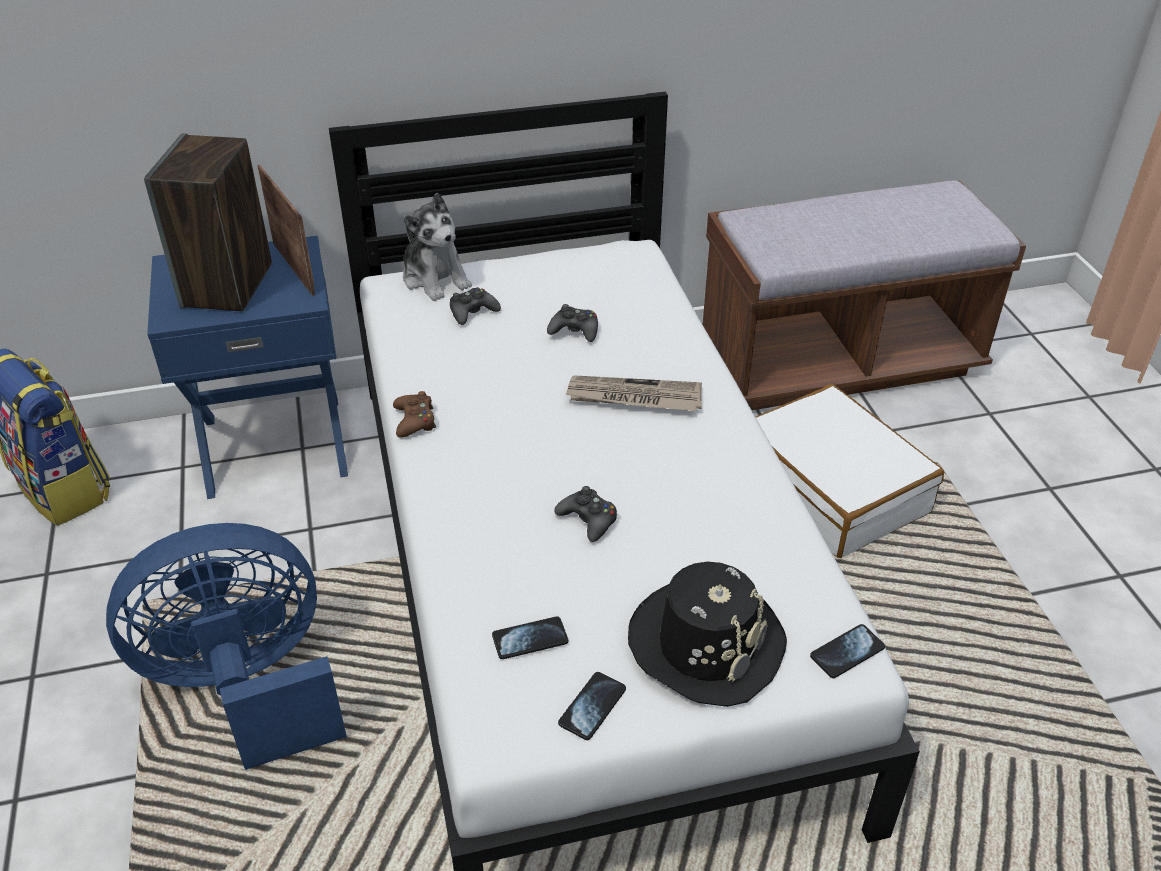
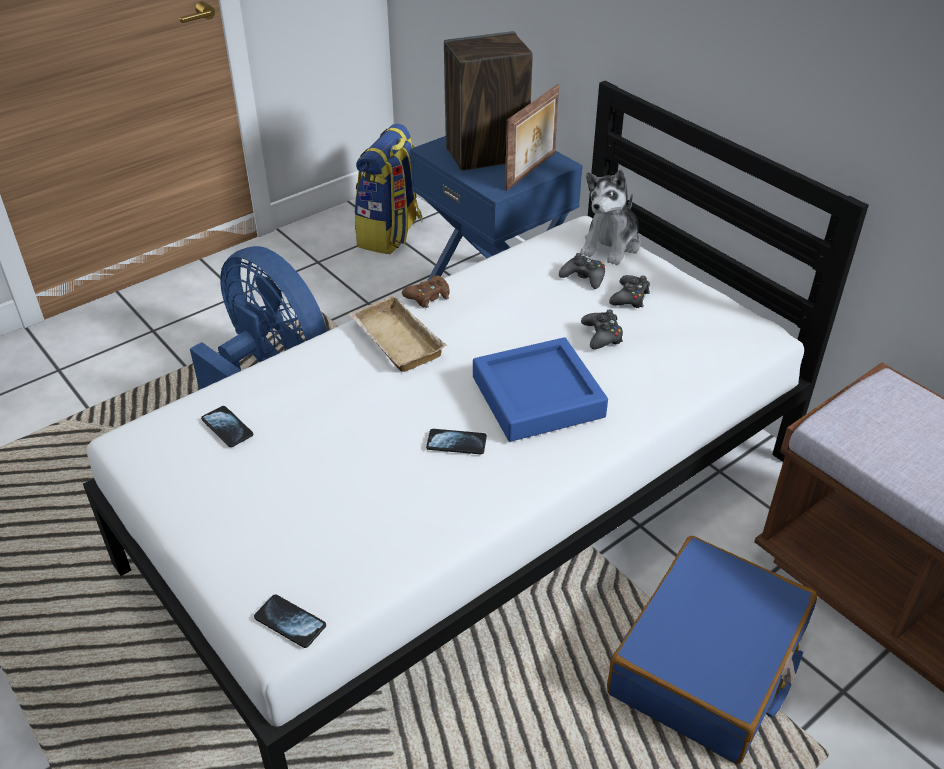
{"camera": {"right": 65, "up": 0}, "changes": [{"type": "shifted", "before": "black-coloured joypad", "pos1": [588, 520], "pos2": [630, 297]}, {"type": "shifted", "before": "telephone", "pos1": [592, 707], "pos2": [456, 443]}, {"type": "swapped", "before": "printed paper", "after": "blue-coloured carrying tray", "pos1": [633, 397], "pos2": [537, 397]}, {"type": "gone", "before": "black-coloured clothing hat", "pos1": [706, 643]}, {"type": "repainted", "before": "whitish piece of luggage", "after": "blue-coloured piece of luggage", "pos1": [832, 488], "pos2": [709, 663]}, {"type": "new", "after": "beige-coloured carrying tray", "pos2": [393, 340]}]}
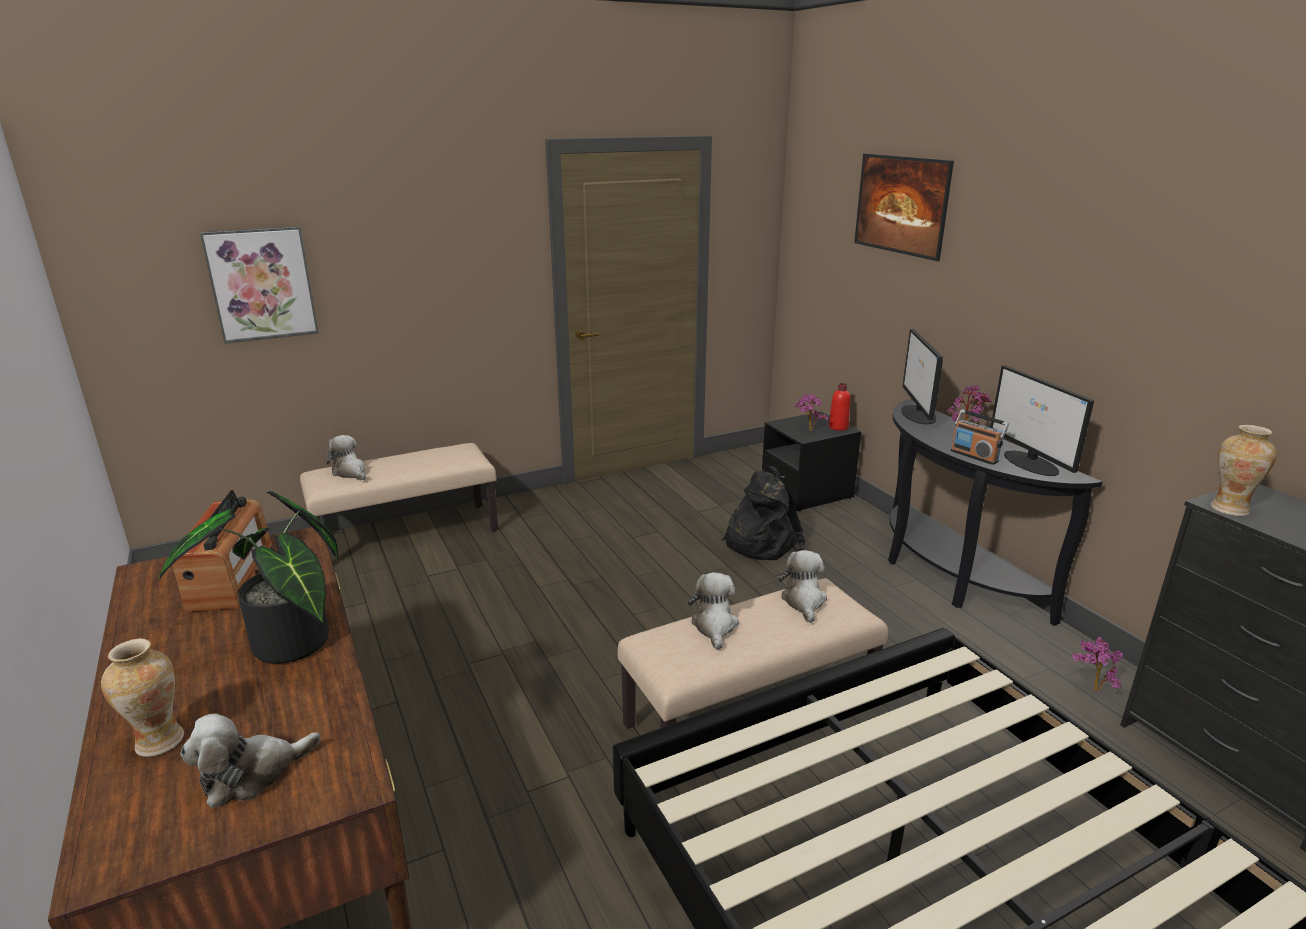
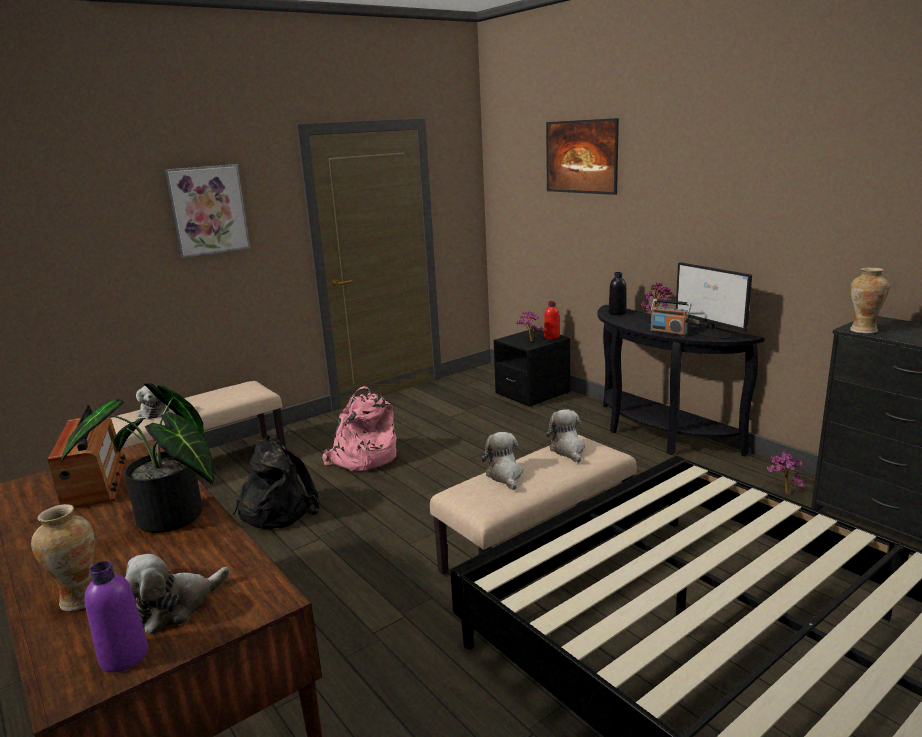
{"camera": {"right": -10, "up": -5}, "changes": [{"type": "shifted", "before": "wall picture", "pos1": [261, 284], "pos2": [208, 210]}, {"type": "rotated", "before": "plush toy", "pos1": [350, 472], "pos2": [153, 412], "turn": -150}, {"type": "shifted", "before": "black-coloured backpack", "pos1": [759, 542], "pos2": [277, 510]}, {"type": "swapped", "before": "computer screen", "after": "black-coloured beverage bottle", "pos1": [918, 414], "pos2": [617, 313]}, {"type": "new", "after": "purplish beverage bottle", "pos2": [124, 656]}, {"type": "new", "after": "pinkish backpack", "pos2": [362, 458]}]}
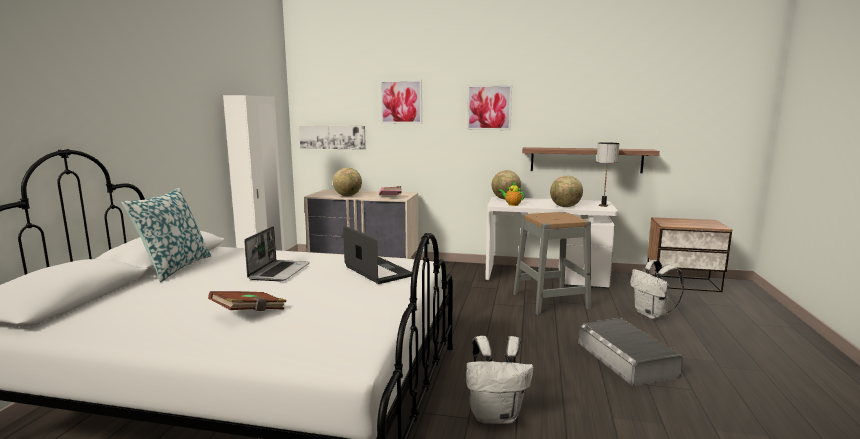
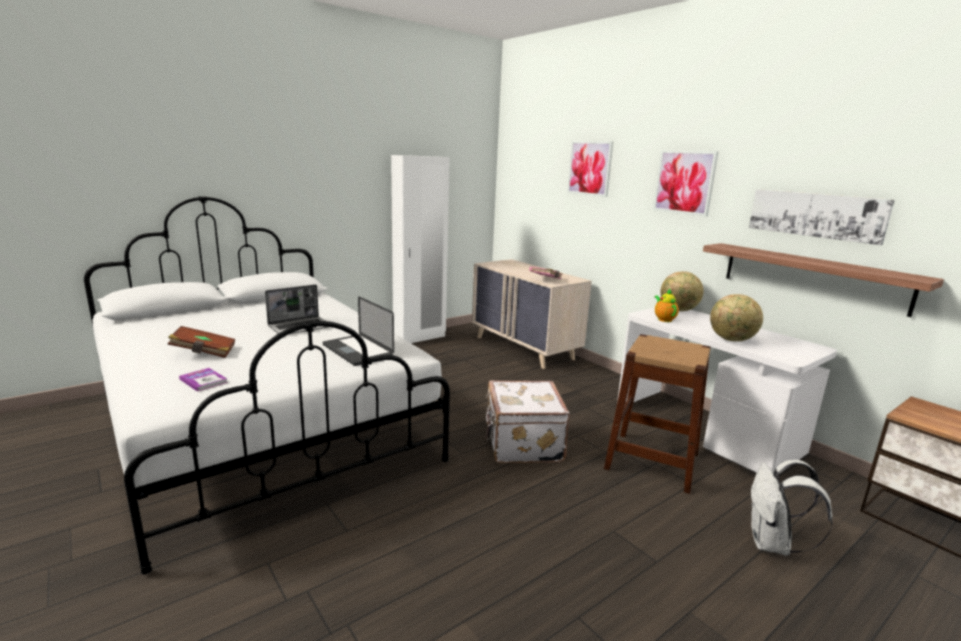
{"camera": {"right": 40, "up": 5}, "changes": [{"type": "gone", "before": "pillow", "pos1": [174, 268]}, {"type": "shifted", "before": "wall picture", "pos1": [332, 137], "pos2": [815, 215]}, {"type": "gone", "before": "world globe", "pos1": [348, 196]}, {"type": "rotated", "before": "portable computer", "pos1": [378, 271], "pos2": [357, 351], "turn": 135}, {"type": "gone", "before": "whitish backpack", "pos1": [496, 415]}, {"type": "repainted", "before": "grey stool", "after": "brown-coloured stool", "pos1": [550, 301], "pos2": [652, 461]}, {"type": "gone", "before": "grey storage container", "pos1": [626, 359]}, {"type": "gone", "before": "tabletop lamp", "pos1": [603, 205]}, {"type": "new", "after": "bound book", "pos2": [203, 380]}, {"type": "new", "after": "whitish piece of luggage", "pos2": [522, 444]}]}
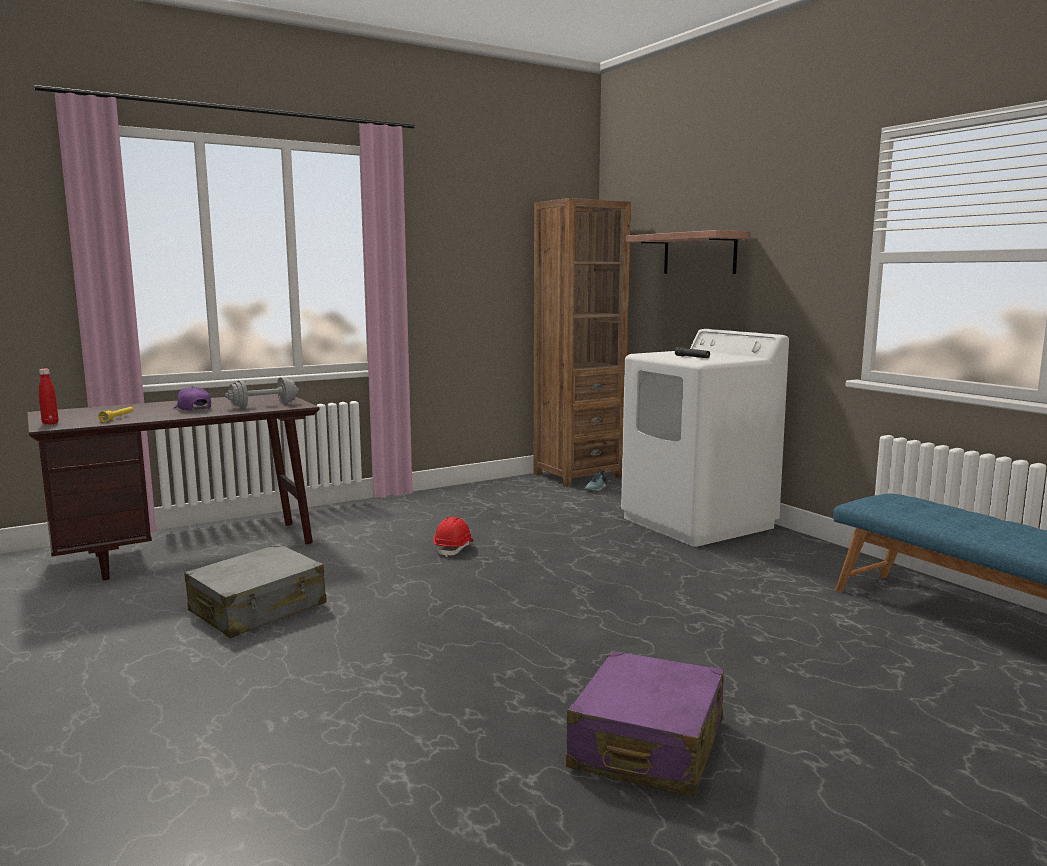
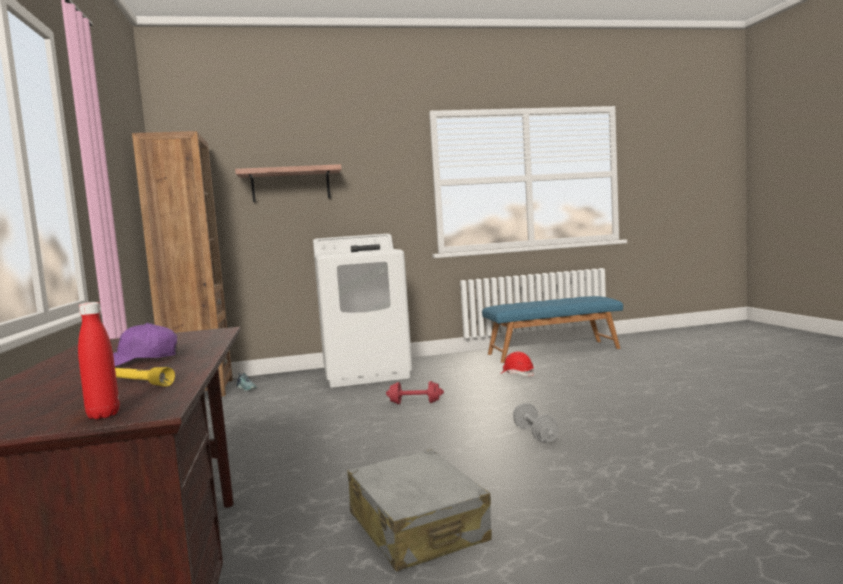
{"camera": {"right": -70, "up": -5}, "changes": [{"type": "shifted", "before": "grey dumbbell", "pos1": [263, 405], "pos2": [535, 434]}, {"type": "shifted", "before": "red work helmet", "pos1": [454, 548], "pos2": [517, 374]}, {"type": "gone", "before": "purplish piece of luggage", "pos1": [647, 746]}, {"type": "new", "after": "red dumbbell", "pos2": [415, 403]}]}
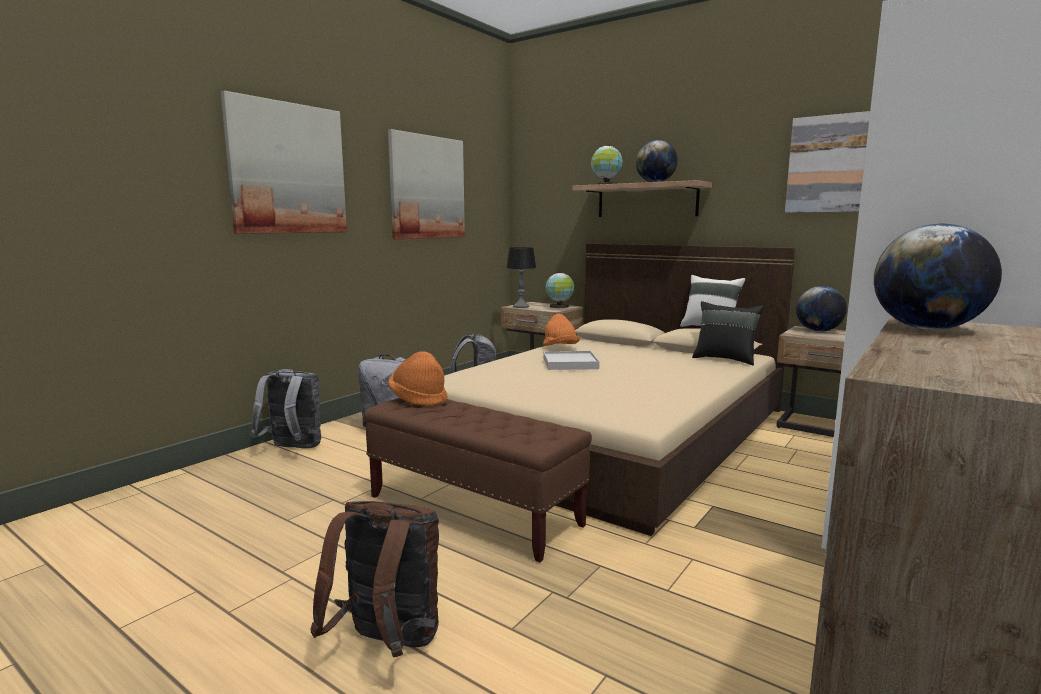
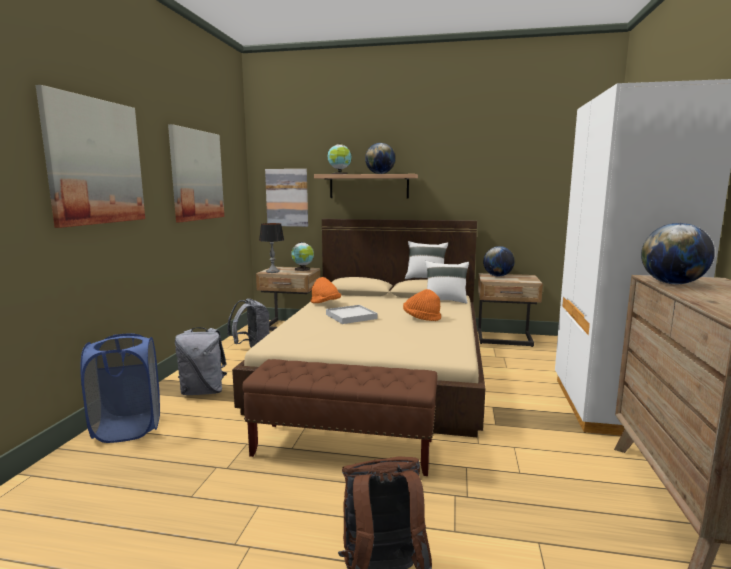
{"camera": {"right": -25, "up": 0}, "changes": [{"type": "swapped", "before": "grey backpack", "after": "blue-coloured hamper", "pos1": [292, 449], "pos2": [127, 428]}, {"type": "shifted", "before": "orange-coloured clothing hat", "pos1": [419, 399], "pos2": [421, 318]}, {"type": "repainted", "before": "black-coloured pillow", "after": "whitish pillow", "pos1": [725, 359], "pos2": [445, 301]}, {"type": "shifted", "before": "wall picture", "pos1": [827, 164], "pos2": [287, 197]}]}
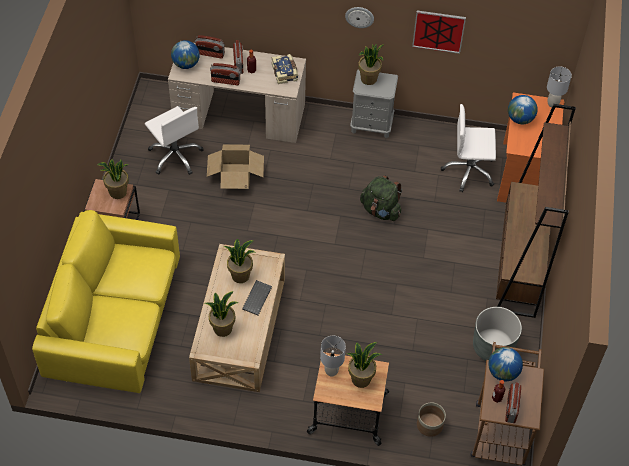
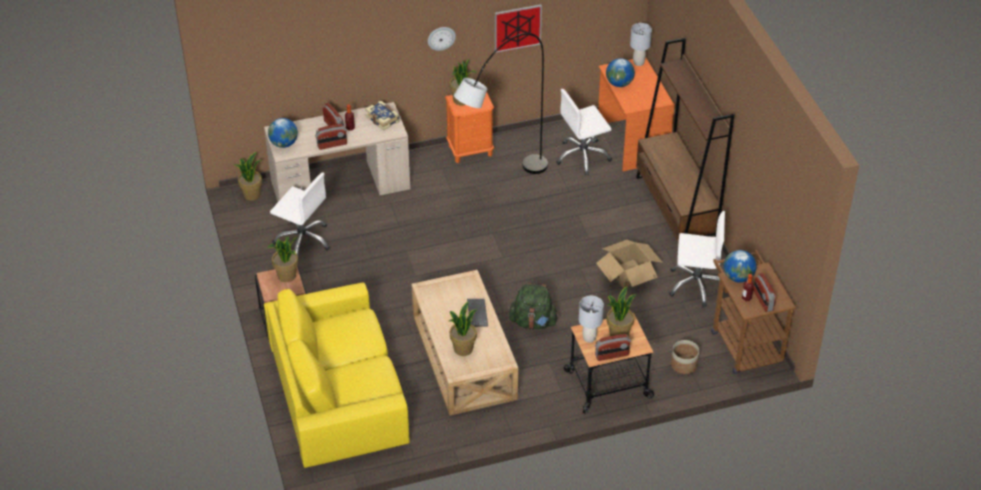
{"camera": {"right": -25, "up": -10}, "changes": [{"type": "shifted", "before": "radio receiver", "pos1": [210, 54], "pos2": [612, 355]}, {"type": "shifted", "before": "carton", "pos1": [235, 175], "pos2": [628, 273]}, {"type": "shifted", "before": "potted plant", "pos1": [240, 275], "pos2": [252, 194]}, {"type": "repainted", "before": "grey night table", "after": "orange-coloured night table", "pos1": [372, 125], "pos2": [470, 150]}, {"type": "shifted", "before": "green-coloured backpack", "pos1": [380, 210], "pos2": [533, 322]}, {"type": "swapped", "before": "grey plant pot", "after": "whitish office chair", "pos1": [492, 347], "pos2": [696, 284]}, {"type": "new", "after": "grey floor lamp", "pos2": [500, 188]}]}
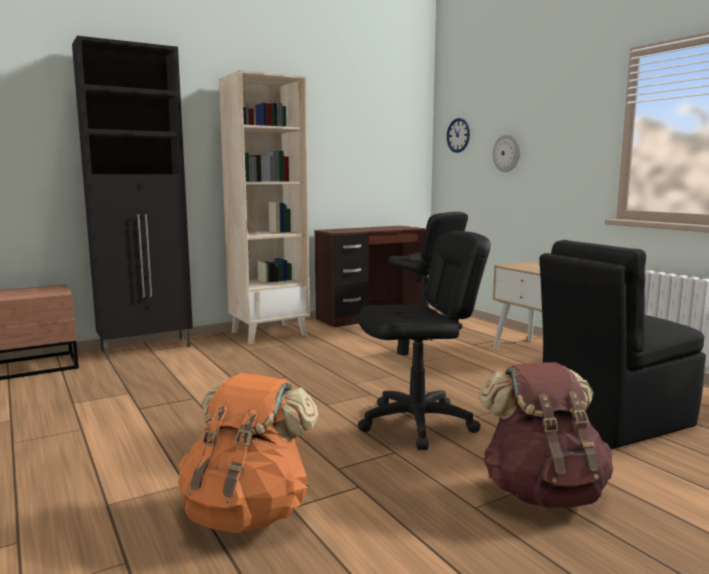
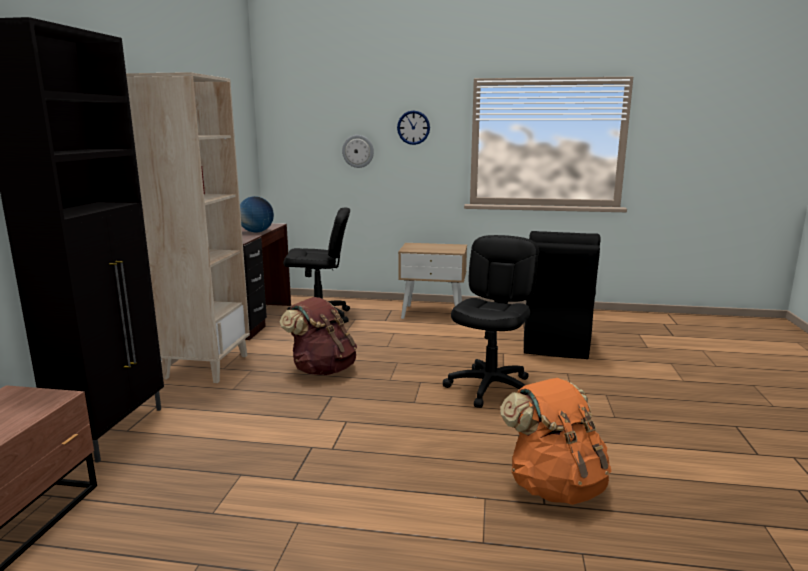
{"camera": {"right": -50, "up": 5}, "changes": [{"type": "shifted", "before": "hanging clock", "pos1": [458, 135], "pos2": [413, 127]}, {"type": "shifted", "before": "brown-coloured backpack", "pos1": [542, 492], "pos2": [322, 369]}, {"type": "new", "after": "world globe", "pos2": [256, 232]}]}
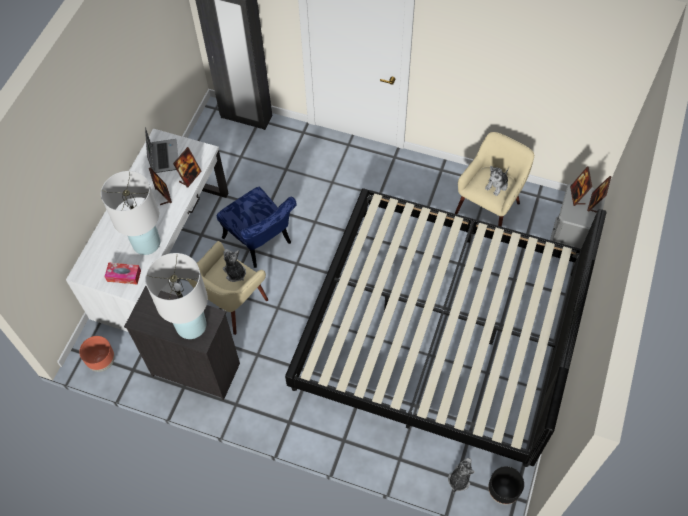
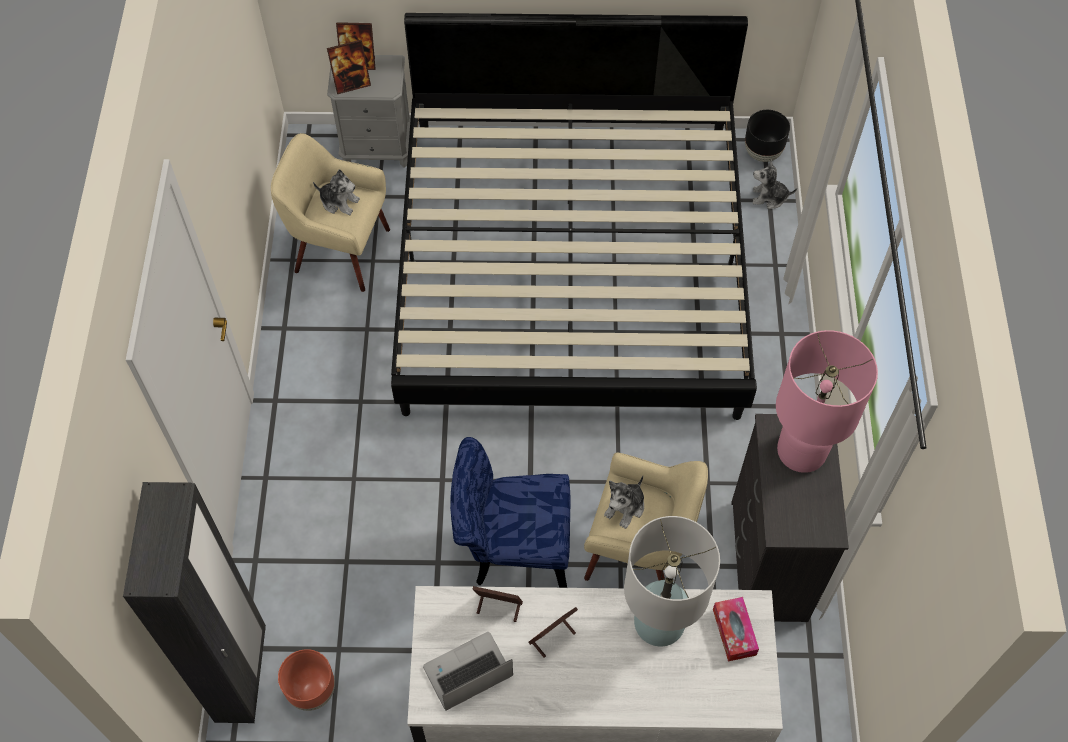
{"camera": {"right": -110, "up": 0}, "changes": [{"type": "shifted", "before": "brown-coloured plant pot", "pos1": [102, 362], "pos2": [312, 691]}, {"type": "repainted", "before": "whitish tabletop lamp", "after": "pinkish tabletop lamp", "pos1": [191, 325], "pos2": [801, 451]}, {"type": "rotated", "before": "blue-coloured plain chair", "pos1": [261, 243], "pos2": [511, 547], "turn": -120}]}
